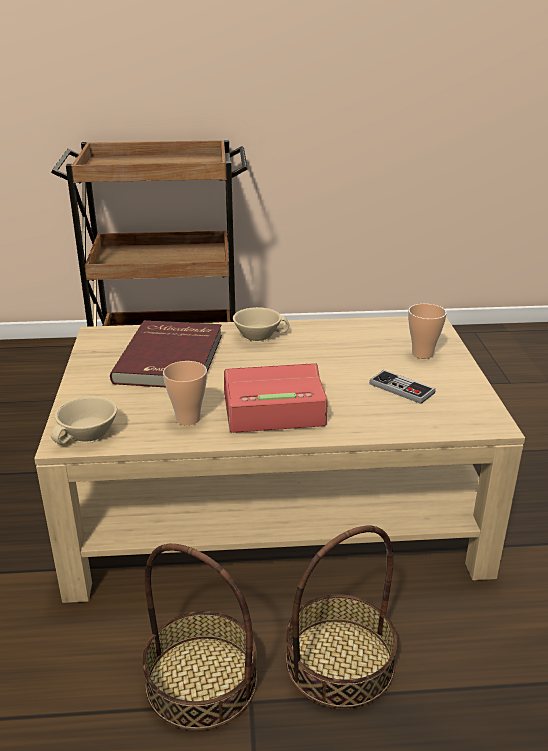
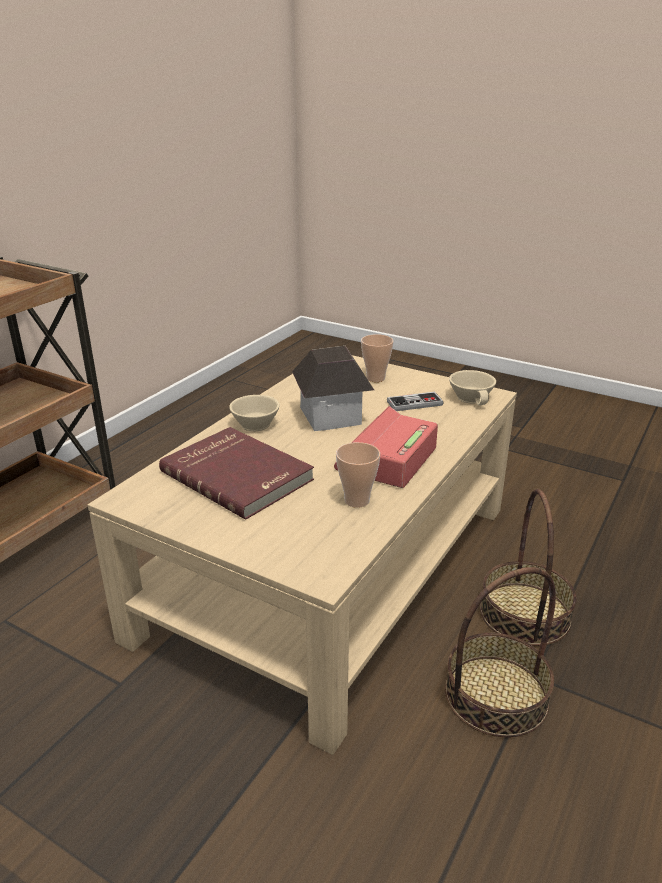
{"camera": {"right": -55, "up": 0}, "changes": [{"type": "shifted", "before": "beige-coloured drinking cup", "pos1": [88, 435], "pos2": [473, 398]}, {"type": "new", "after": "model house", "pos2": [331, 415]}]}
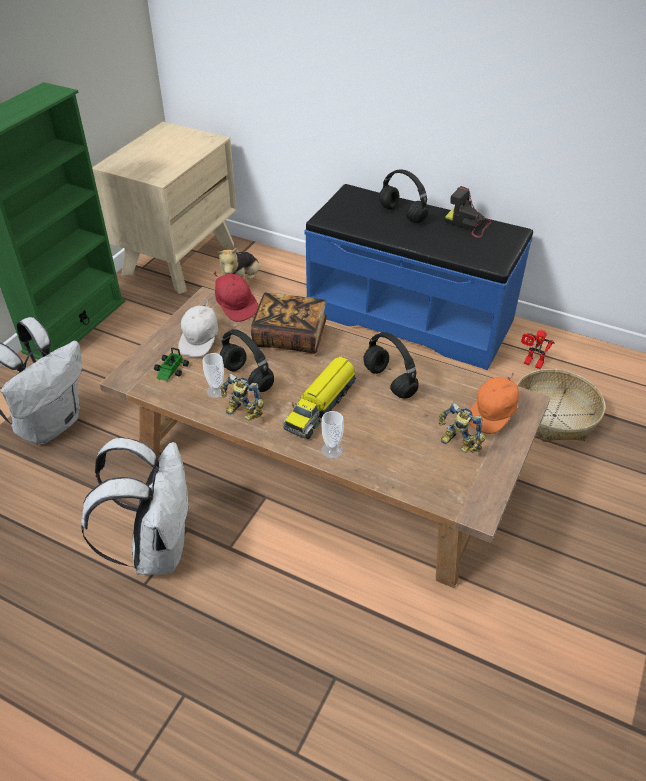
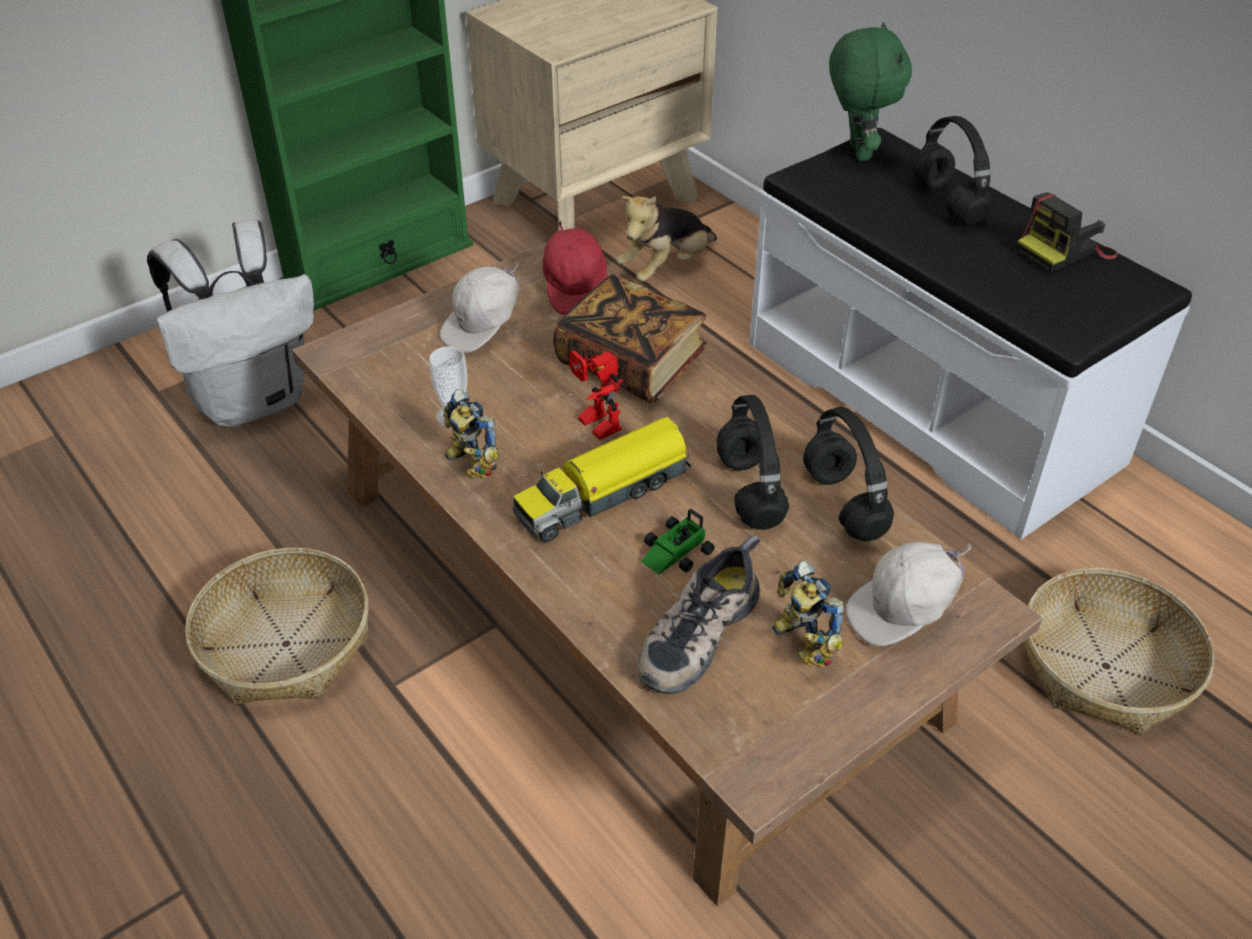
{"camera": {"right": 25, "up": 0}, "changes": [{"type": "swapped", "before": "whitish backpack", "after": "household basket", "pos1": [157, 548], "pos2": [285, 643]}, {"type": "shifted", "before": "model car", "pos1": [170, 370], "pos2": [673, 552]}, {"type": "shifted", "before": "black-coloured pair of headphones", "pos1": [248, 378], "pos2": [846, 505]}, {"type": "repainted", "before": "blue-coloured long seat", "after": "whitish long seat", "pos1": [410, 316], "pos2": [931, 399]}, {"type": "gone", "before": "drinking cup", "pos1": [332, 450]}, {"type": "rotated", "before": "still camera", "pos1": [468, 224], "pos2": [1064, 250], "turn": -90}, {"type": "repainted", "before": "orange-coloured cap", "after": "whitish cap", "pos1": [493, 415], "pos2": [903, 613]}, {"type": "shifted", "before": "model robot", "pos1": [531, 363], "pos2": [593, 424]}, {"type": "new", "after": "shoe", "pos2": [697, 631]}, {"type": "new", "after": "green-coloured plush toy", "pos2": [856, 152]}]}
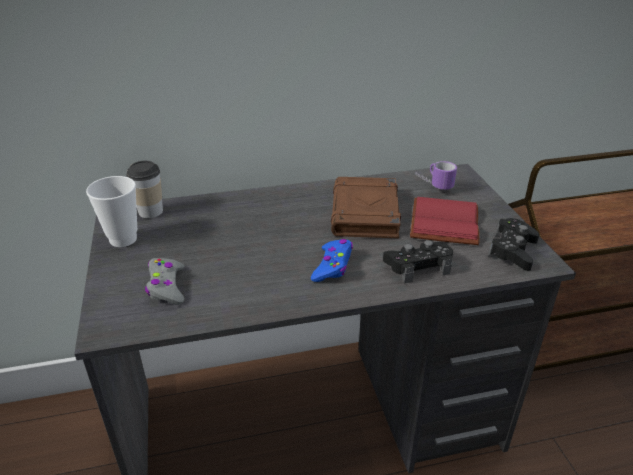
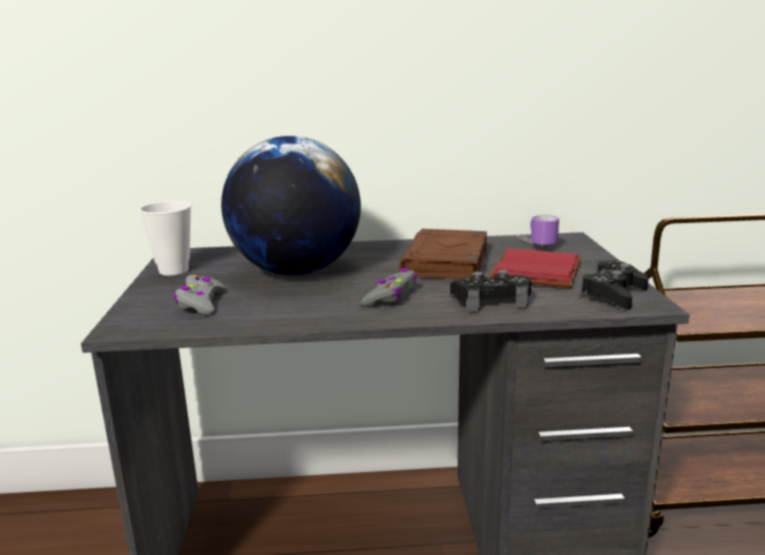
{"camera": {"right": 10, "up": -15}, "changes": [{"type": "gone", "before": "drinking cup", "pos1": [150, 211]}, {"type": "repainted", "before": "blue-coloured joypad", "after": "grey joypad", "pos1": [332, 266], "pos2": [391, 297]}, {"type": "new", "after": "world globe", "pos2": [296, 271]}]}
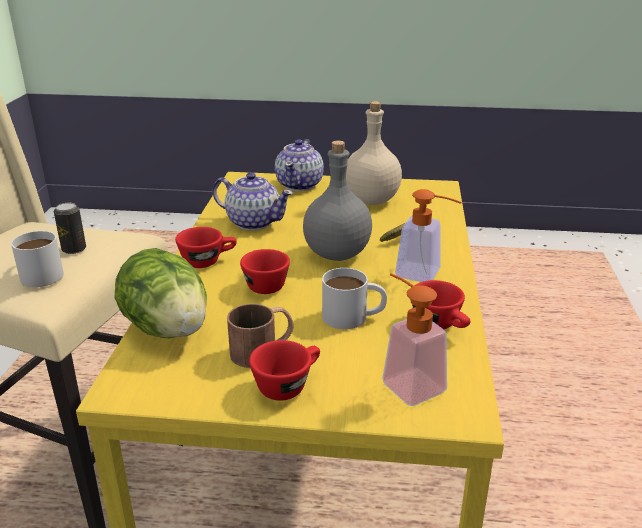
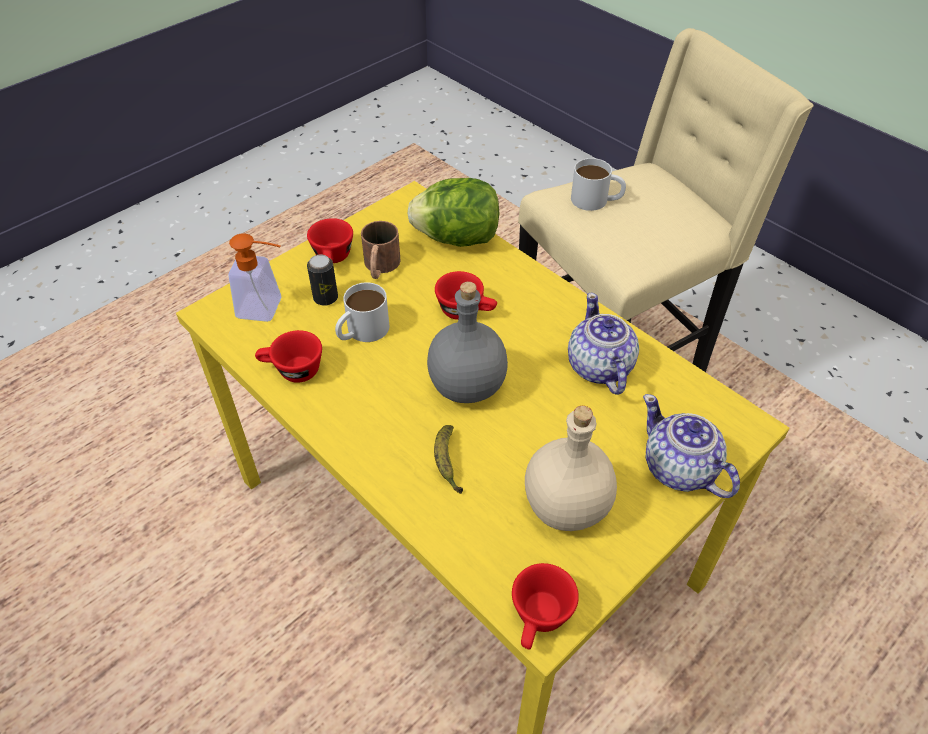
{"camera": {"right": 130, "up": 20}, "changes": [{"type": "shifted", "before": "can", "pos1": [74, 249], "pos2": [325, 298]}, {"type": "shifted", "before": "red drinking cup", "pos1": [208, 261], "pos2": [539, 620]}, {"type": "rotated", "before": "pot for tea", "pos1": [253, 222], "pos2": [599, 367], "turn": 105}, {"type": "gone", "before": "soap dispenser", "pos1": [426, 275]}]}
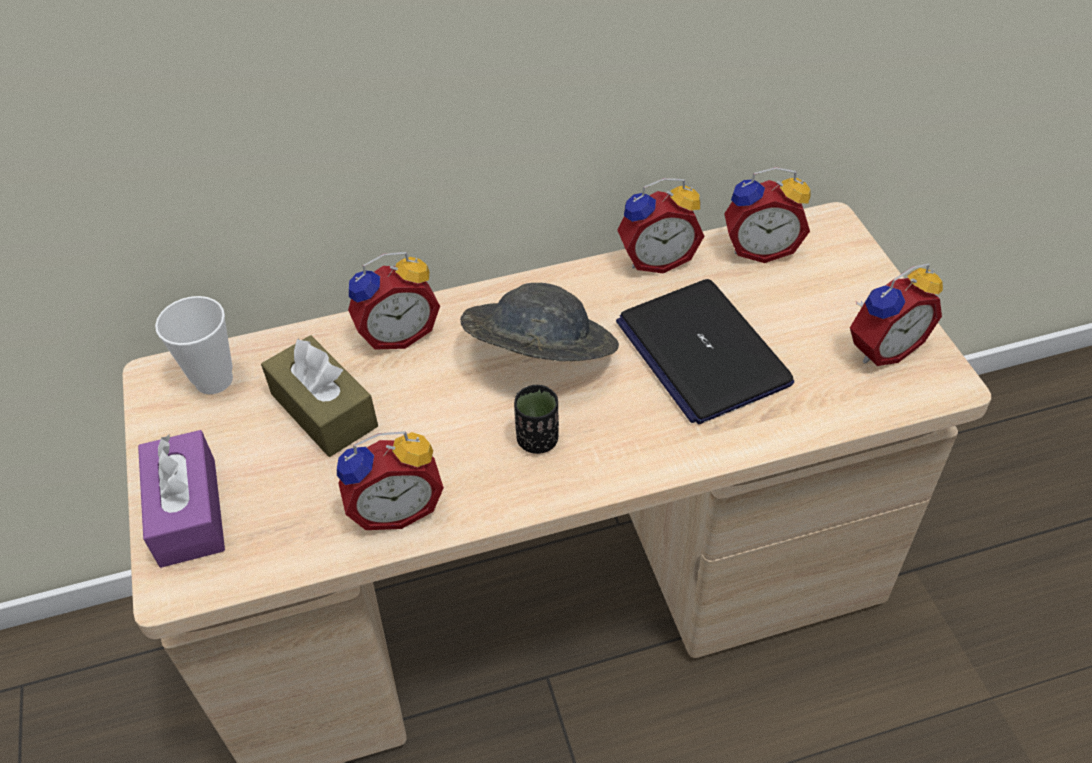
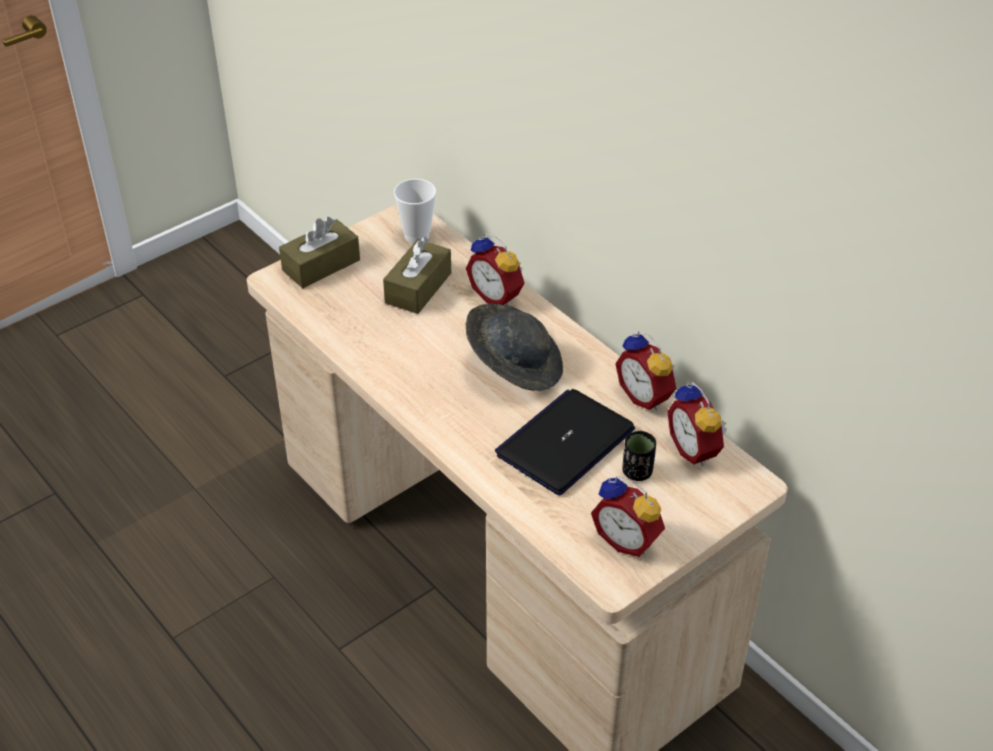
{"camera": {"right": 65, "up": -5}, "changes": [{"type": "repainted", "before": "purplish tissue holder", "after": "brown-coloured tissue holder", "pos1": [188, 512], "pos2": [321, 265]}, {"type": "gone", "before": "alarm clock", "pos1": [395, 507]}, {"type": "shifted", "before": "black-coloured drinking cup", "pos1": [538, 440], "pos2": [637, 472]}]}
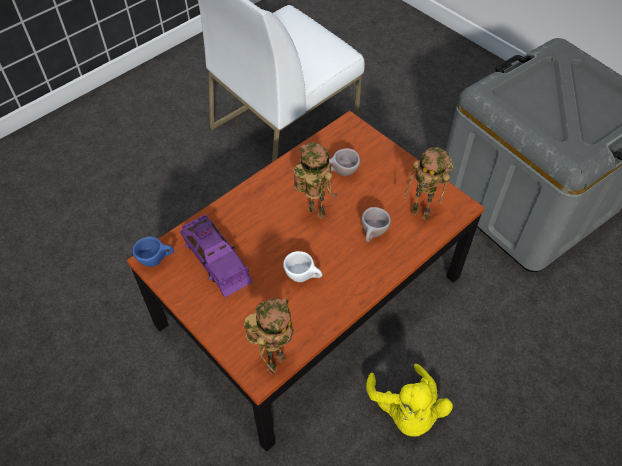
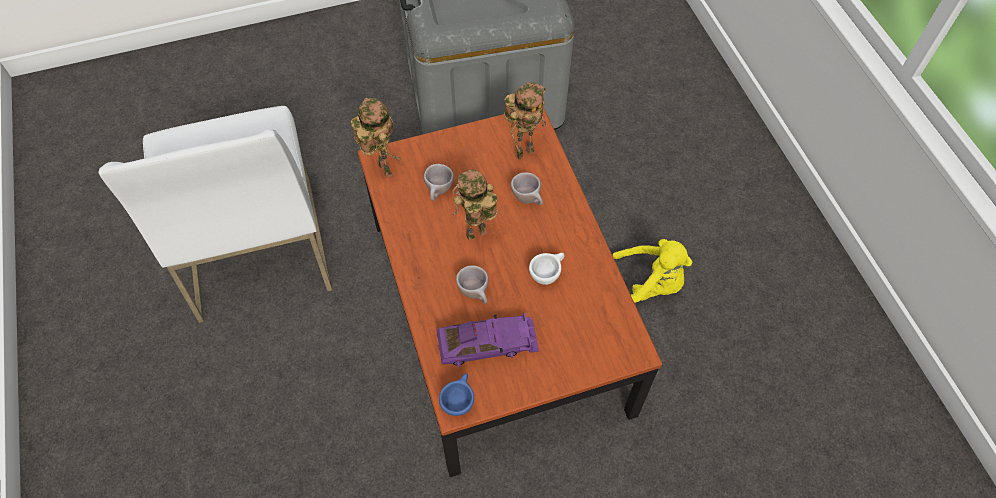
{"camera": {"right": -65, "up": 5}, "changes": [{"type": "shifted", "before": "model robot", "pos1": [275, 361], "pos2": [382, 169]}, {"type": "new", "after": "beige-coloured drinking cup", "pos2": [476, 294]}]}
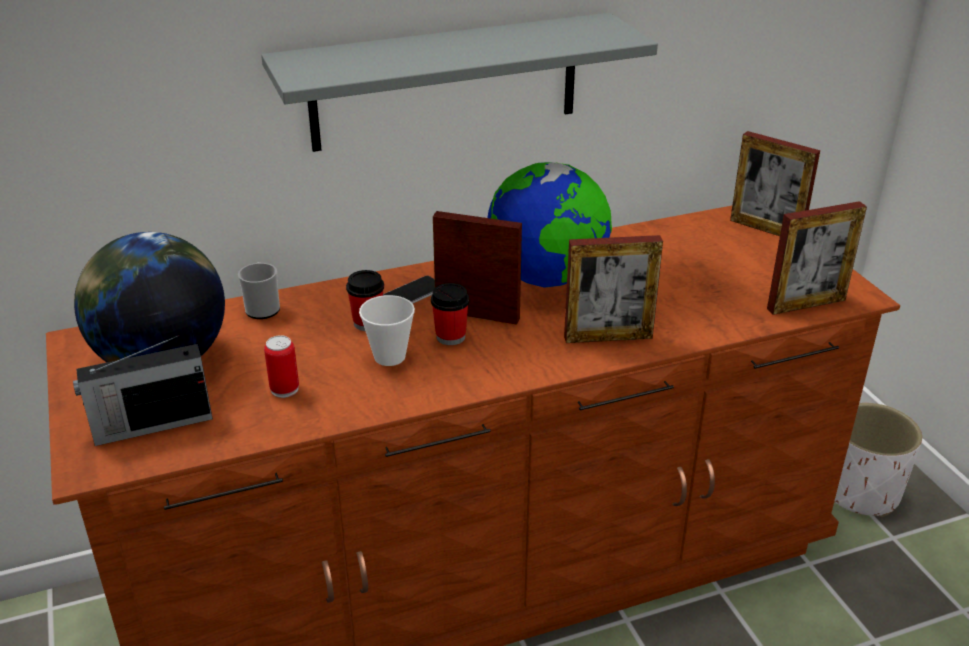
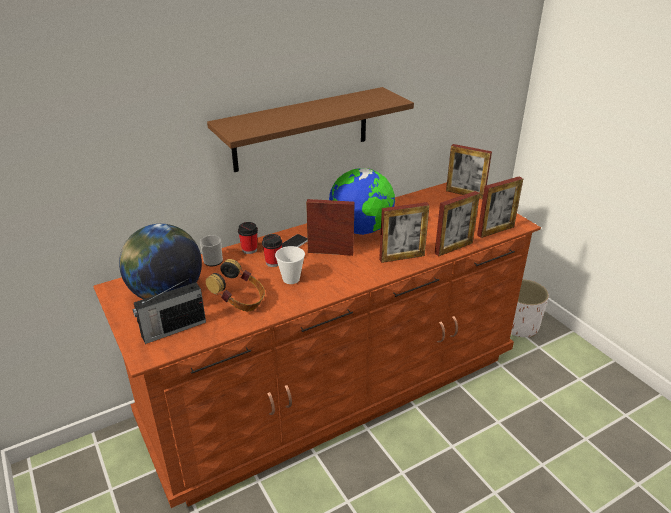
{"camera": {"right": -10, "up": 0}, "changes": [{"type": "repainted", "before": "grey bracket shelf", "after": "brown-coloured bracket shelf", "pos1": [445, 82], "pos2": [301, 129]}, {"type": "swapped", "before": "can", "after": "pair of headphones", "pos1": [284, 389], "pos2": [240, 302]}, {"type": "shifted", "before": "drinking cup", "pos1": [450, 337], "pos2": [249, 249]}, {"type": "new", "after": "photo frame", "pos2": [453, 248]}]}
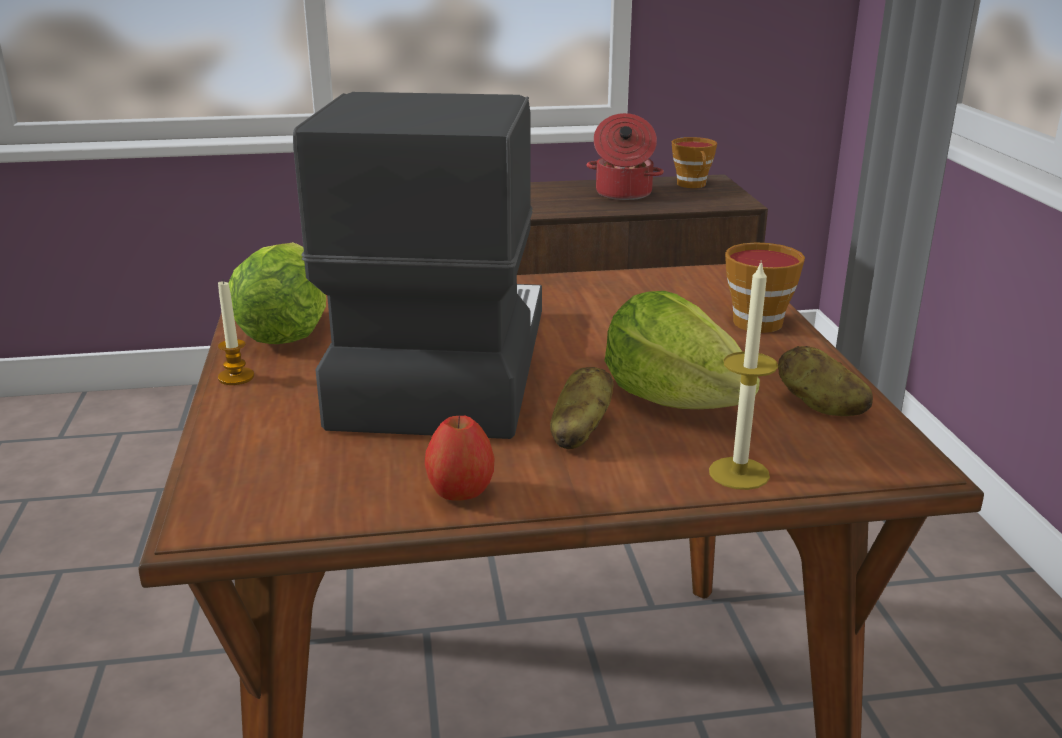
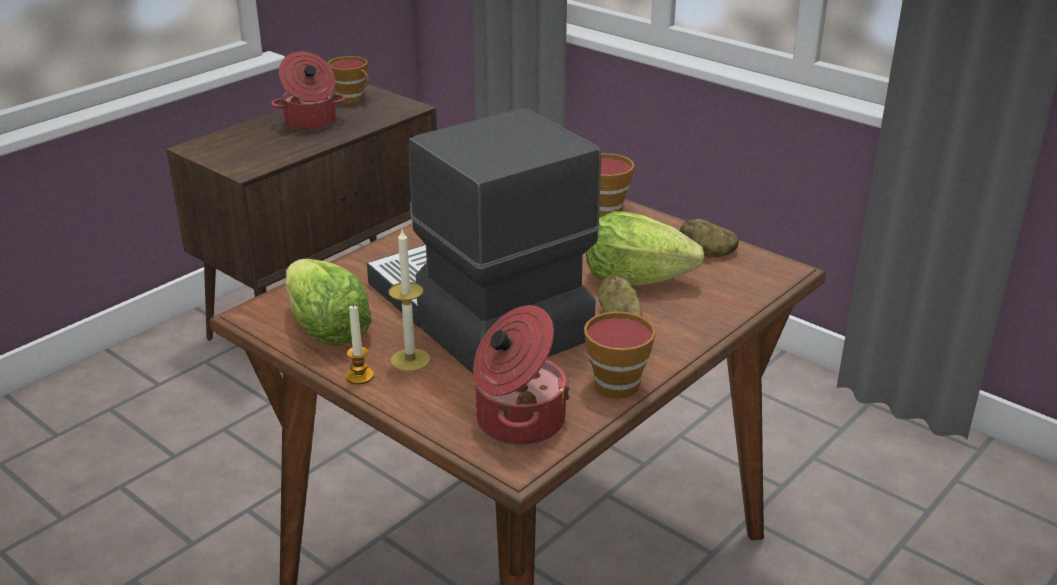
{"camera": {"right": -40, "up": 5}, "changes": [{"type": "swapped", "before": "apple", "after": "drinking cup", "pos1": [460, 494], "pos2": [617, 381]}, {"type": "shifted", "before": "wax candle", "pos1": [739, 473], "pos2": [410, 360]}, {"type": "new", "after": "stockpot", "pos2": [517, 421]}]}
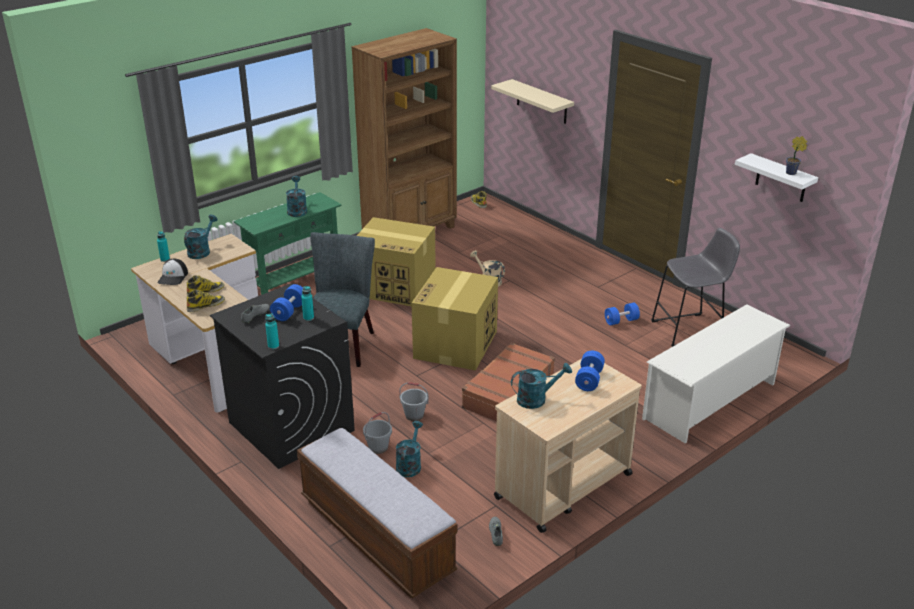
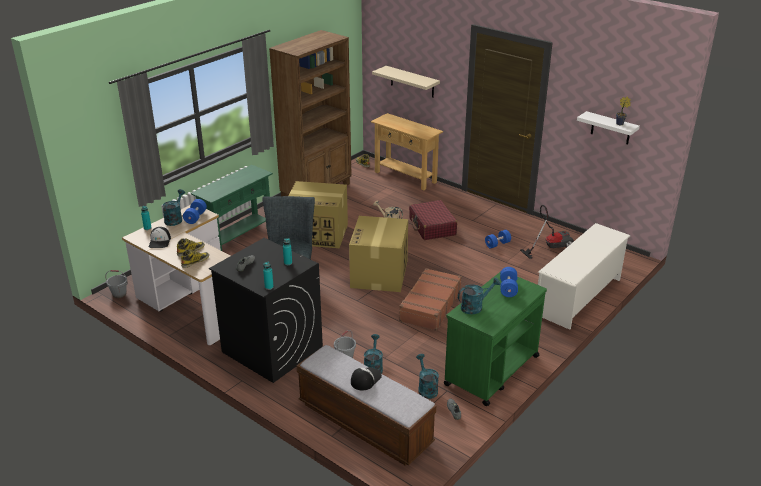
{"camera": {"right": -10, "up": 0}, "changes": [{"type": "shifted", "before": "blue-coloured dumbbell", "pos1": [289, 311], "pos2": [195, 217]}, {"type": "shifted", "before": "turquoise watering can", "pos1": [297, 210], "pos2": [426, 388]}, {"type": "shifted", "before": "grey bucket", "pos1": [414, 415], "pos2": [119, 294]}, {"type": "repainted", "before": "beige-coloured wheeled cart", "after": "green-coloured wheeled cart", "pos1": [562, 486], "pos2": [491, 370]}, {"type": "swapped", "before": "grey stool", "after": "hoover", "pos1": [690, 330], "pos2": [549, 246]}, {"type": "new", "after": "cap", "pos2": [365, 379]}, {"type": "new", "after": "beige-coloured narrow table", "pos2": [405, 177]}, {"type": "new", "after": "red piece of luggage", "pos2": [432, 227]}]}
